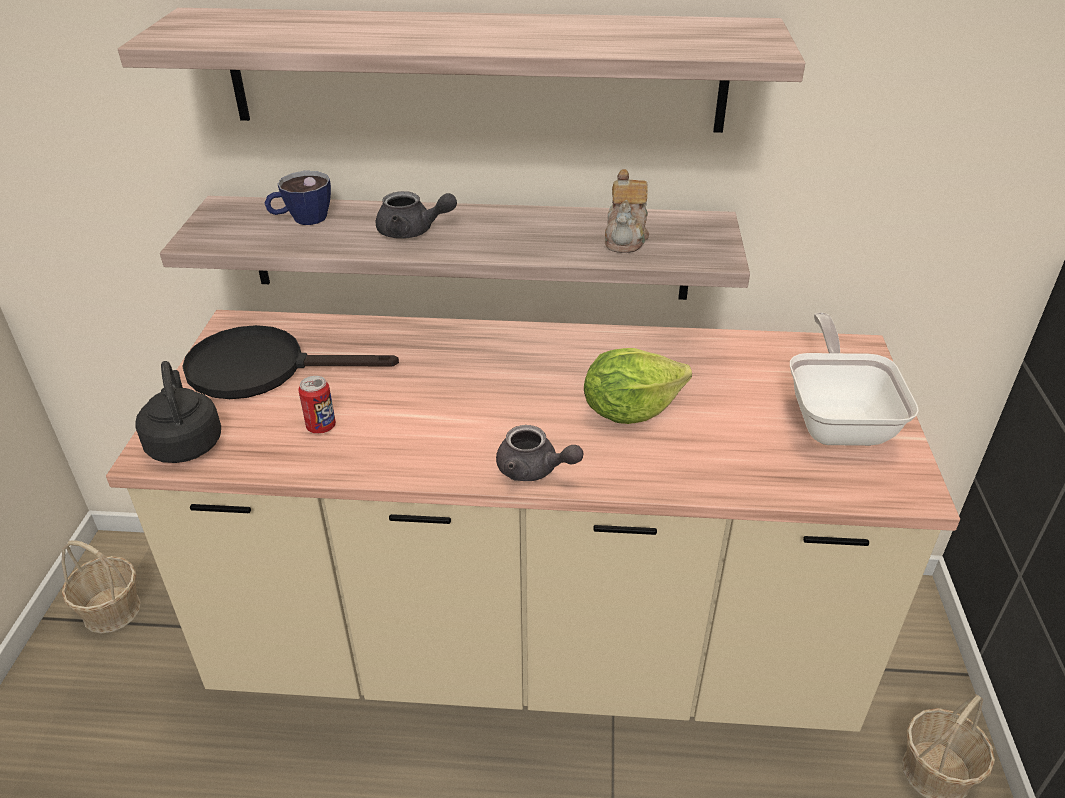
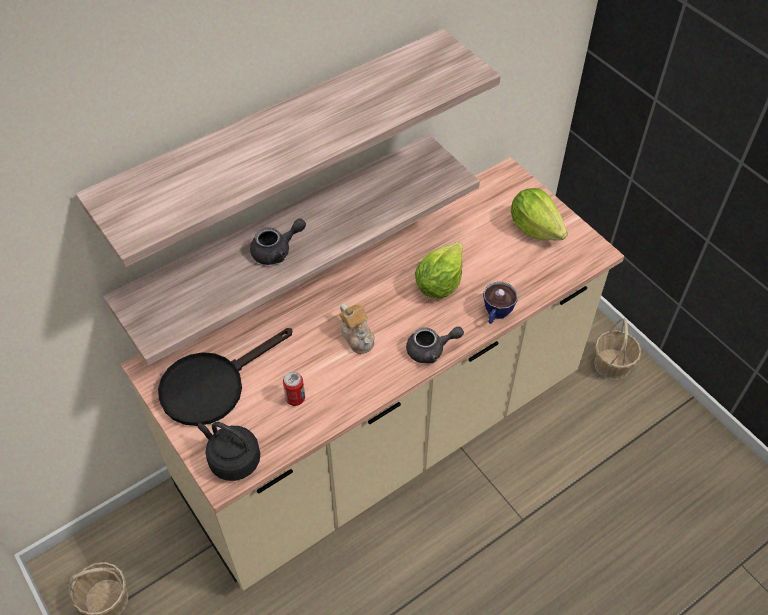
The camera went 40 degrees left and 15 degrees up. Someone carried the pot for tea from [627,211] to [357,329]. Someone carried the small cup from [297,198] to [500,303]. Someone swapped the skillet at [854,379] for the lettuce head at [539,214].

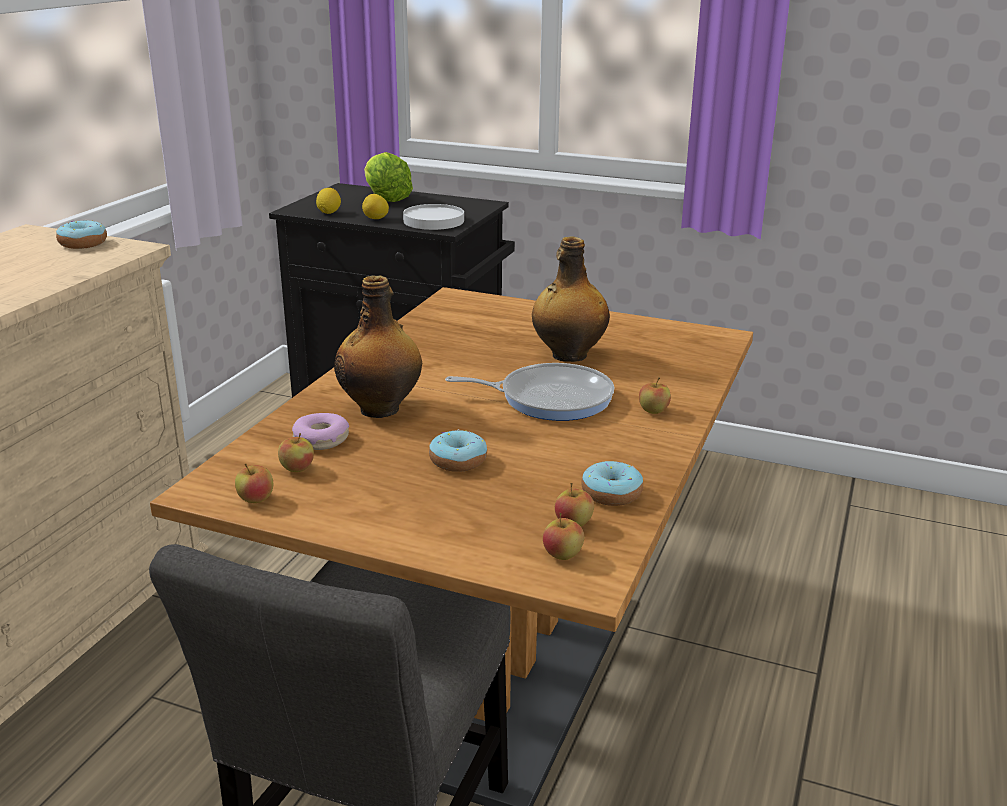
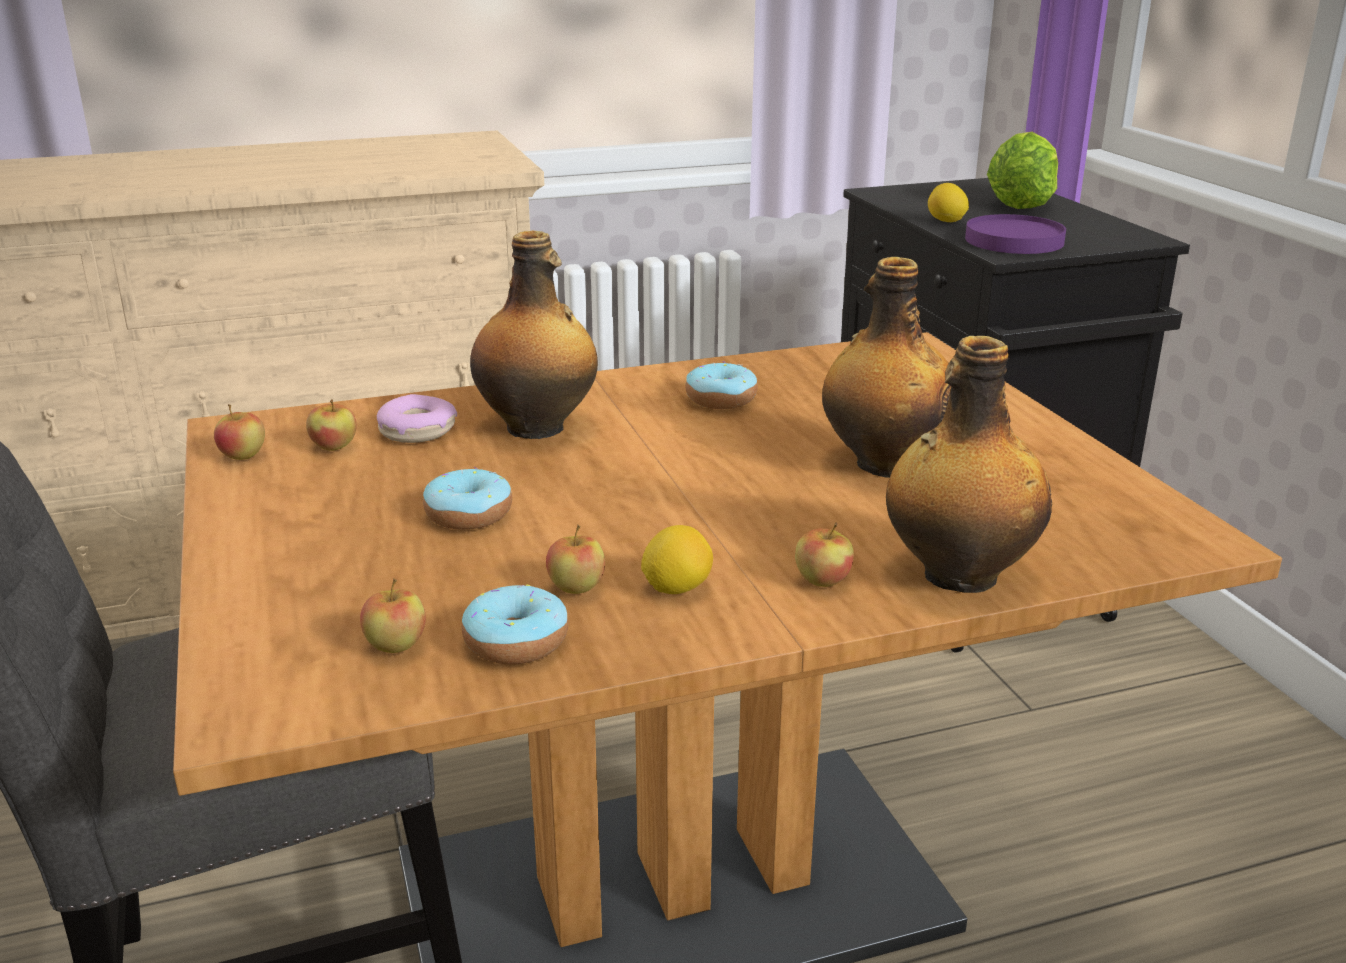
The camera went 50 degrees right and 0 degrees up. Someone carried the apple fruit from [563,536] to [575,559]. Someone carried the whole lemon from [328,201] to [677,559]. Someone carried the ring doughnut from [81,234] to [721,385]. Someone put down the drink bottle at [969,464]. Someone repainted the white flat dish at [433,217], which became the purple-coloured flat dish at [1015,234]. Someone took away the skillet at [529,392].

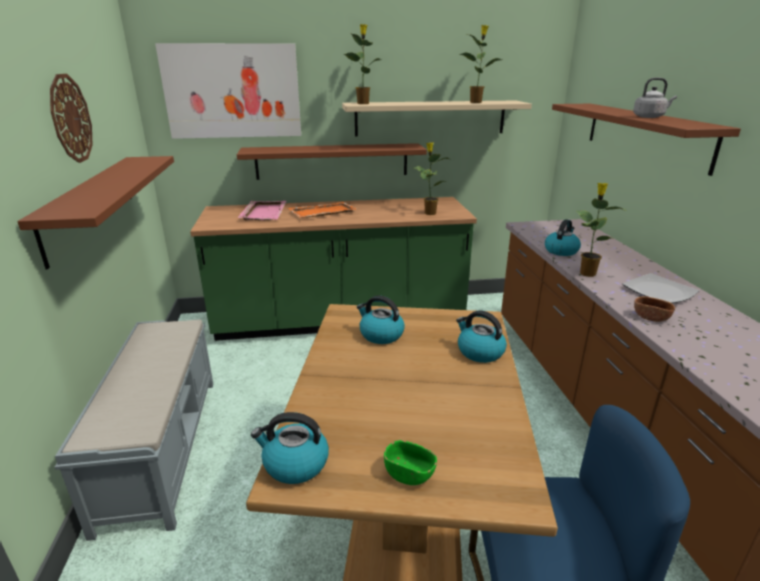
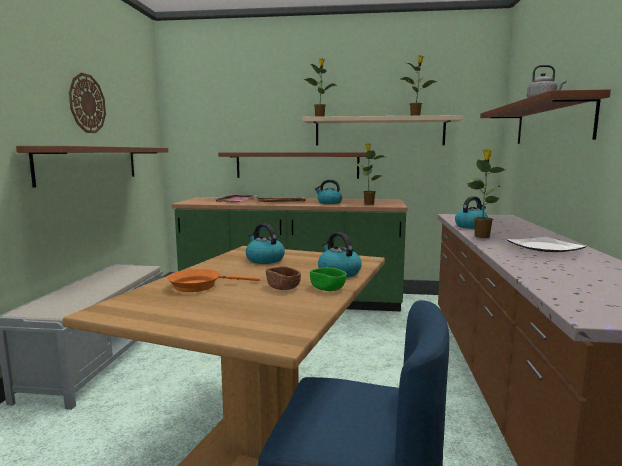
The camera went 15 degrees right and 15 degrees down. Someone put down the orange skillet at [213,280]. Someone carried the brown bowl from [654,309] to [283,278]. Someone carried the green-coloured bowl from [410,462] to [328,279]. Someone carried the tea kettle from [290,448] to [328,192]. Someone took away the picture at [228,91].

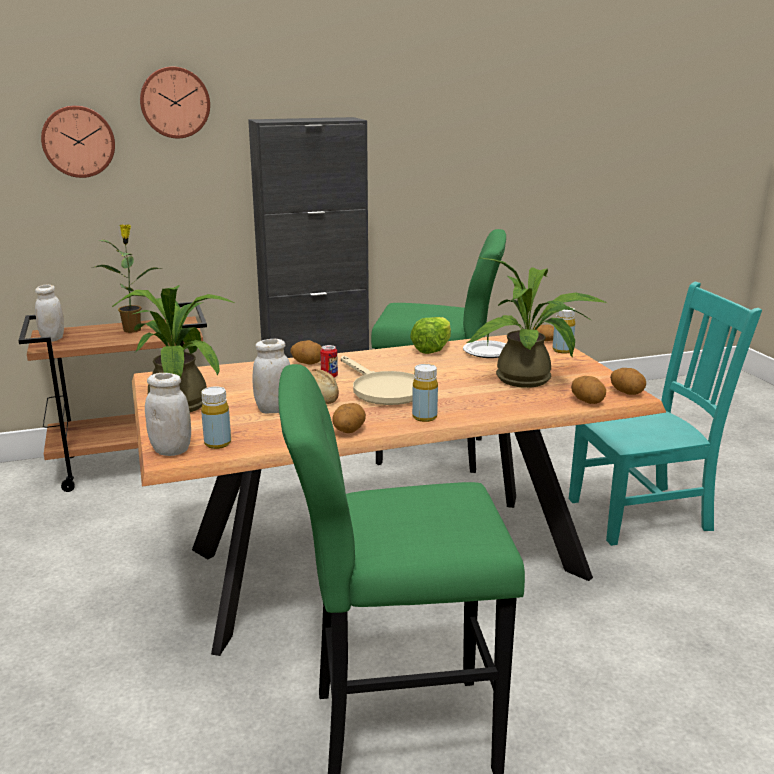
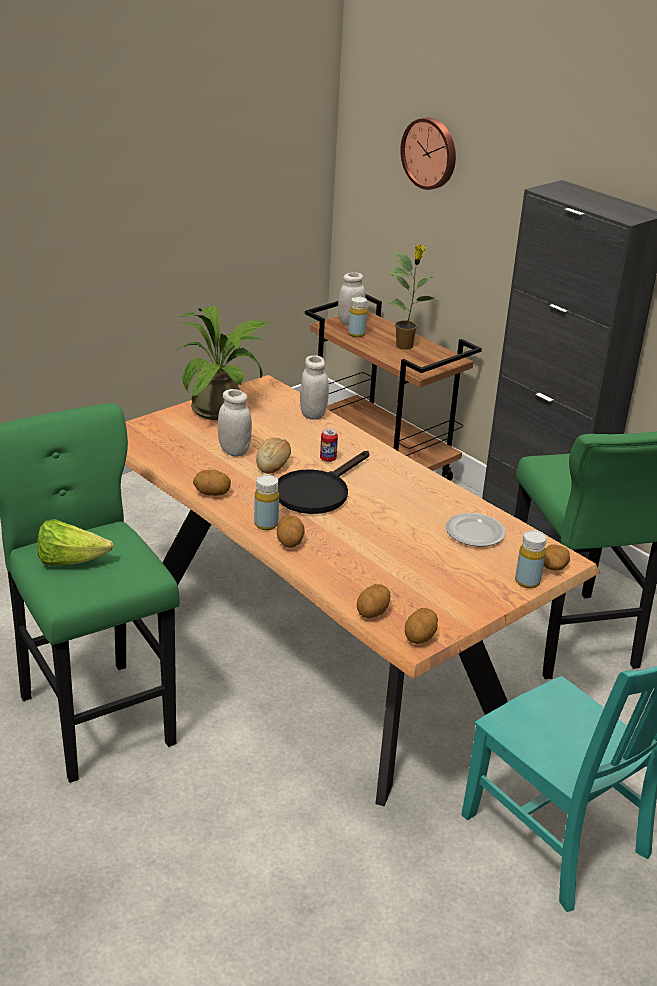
The camera went 65 degrees right and 10 degrees up. Someone carried the lettuce head from [430,335] to [75,542]. Someone carried the whole potato from [306,352] to [291,532]. Someone repainted the beige-coloured skillet at [378,380], which became the black skillet at [323,482]. Someone carried the white storage jar from [168,414] to [314,387]. Someone carried the yellow drink bottle from [216,417] to [357,316]. Someone took away the hanging clock at [175,102]. Someone took away the potted plant at [536,323].

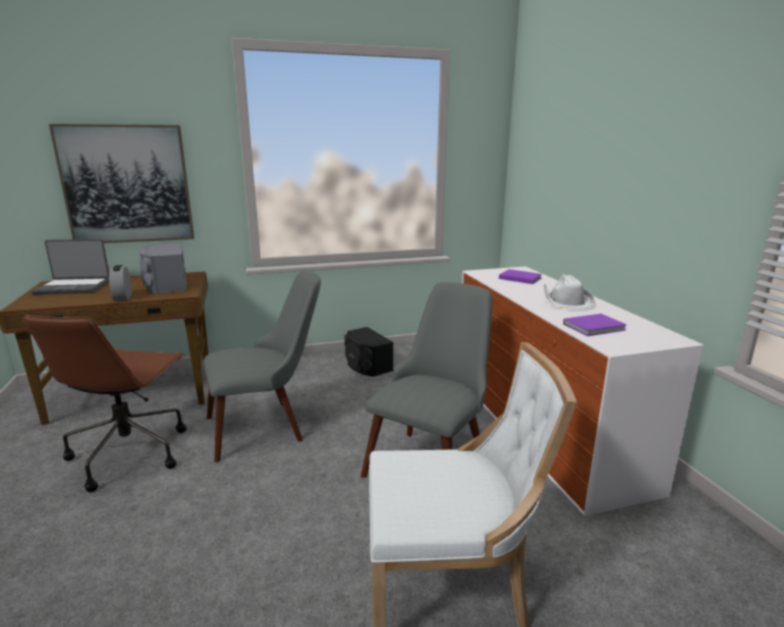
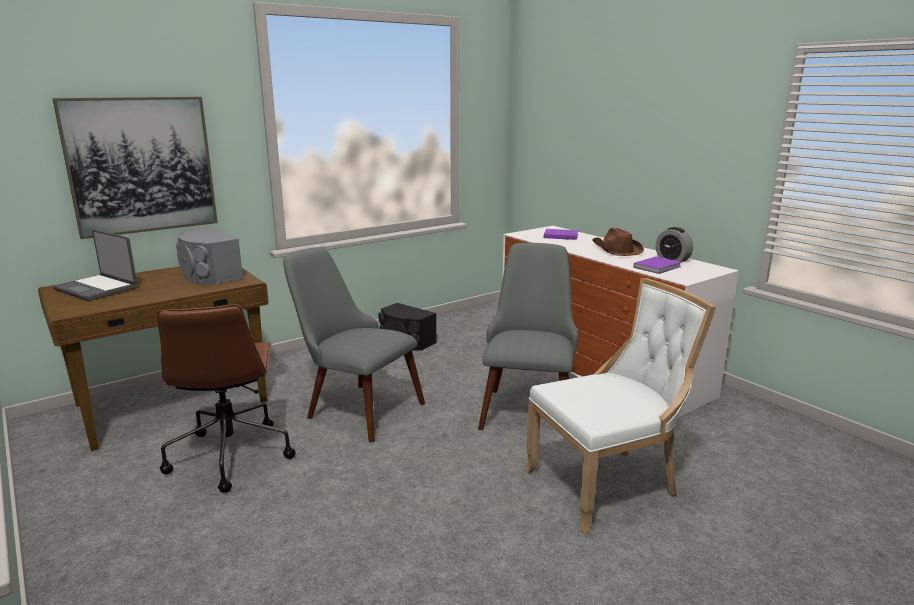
The camera went 20 degrees left and 0 degrees up. Someone rotated the notebook computer at [70,266] by 60 degrees clockwise. Someone rotated the grey chair at [262,367] by 105 degrees counterclockwise. Someone repainted the white clothing hat at [569,291], which became the brown clothing hat at [618,242]. Someone carried the bedside clock from [120,283] to [674,244].

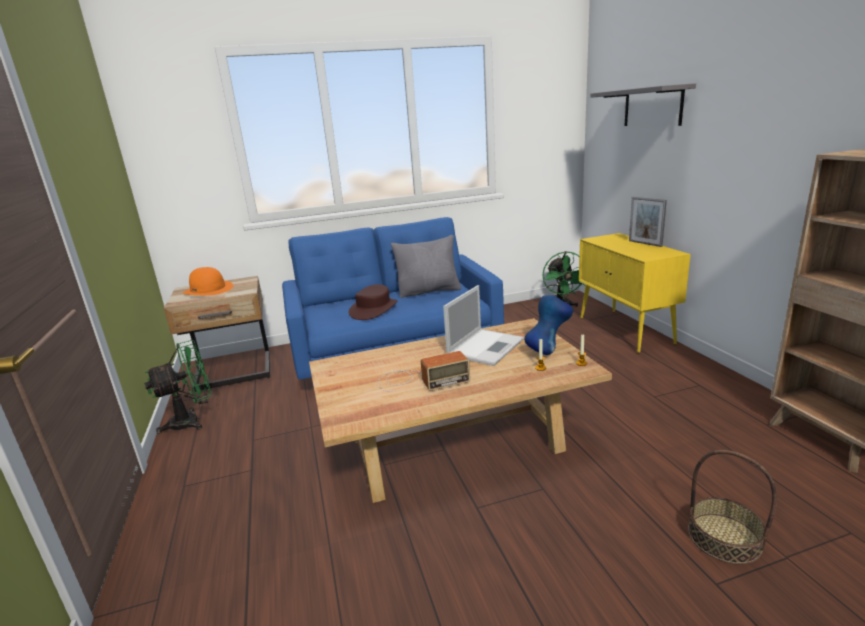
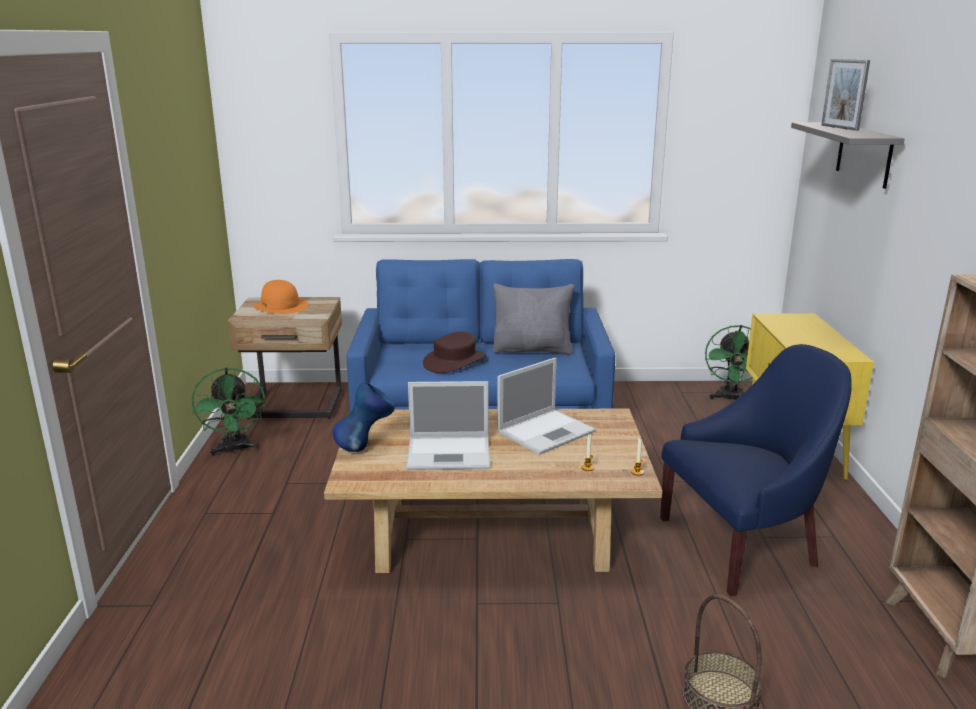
The camera went 15 degrees right and 0 degrees up. Someone rotated the green-coloured cooling fan at [178,387] by 90 degrees clockwise. Someone carried the blue-coloured vase from [548,325] to [364,417]. Someone swapped the radio set at [424,371] for the notebook computer at [448,425]. Someone put down the blue-coloured easy chair at [756,470]. Someone carried the photo frame from [648,222] to [845,95].

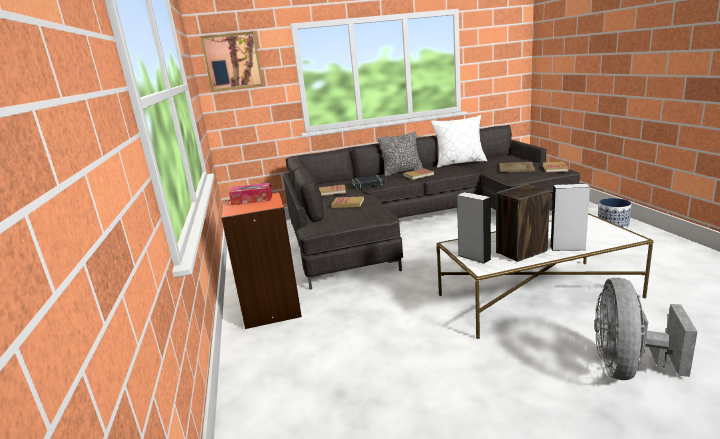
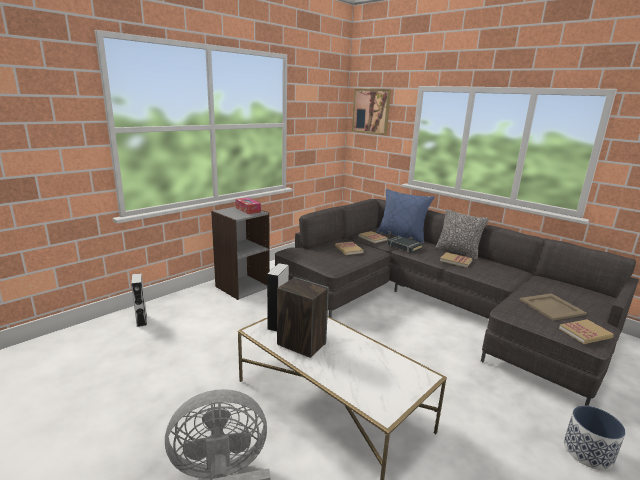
The camera went 55 degrees right and 0 degrees up. Someone carried the grey loudspeaker from [570,217] to [139,300]. Someone repainted the orange bookcase at [261,260], which became the grey bookcase at [240,253]. Someone put down the blue-coloured cushion at [405,216]. Someone took away the white cushion at [459,141].

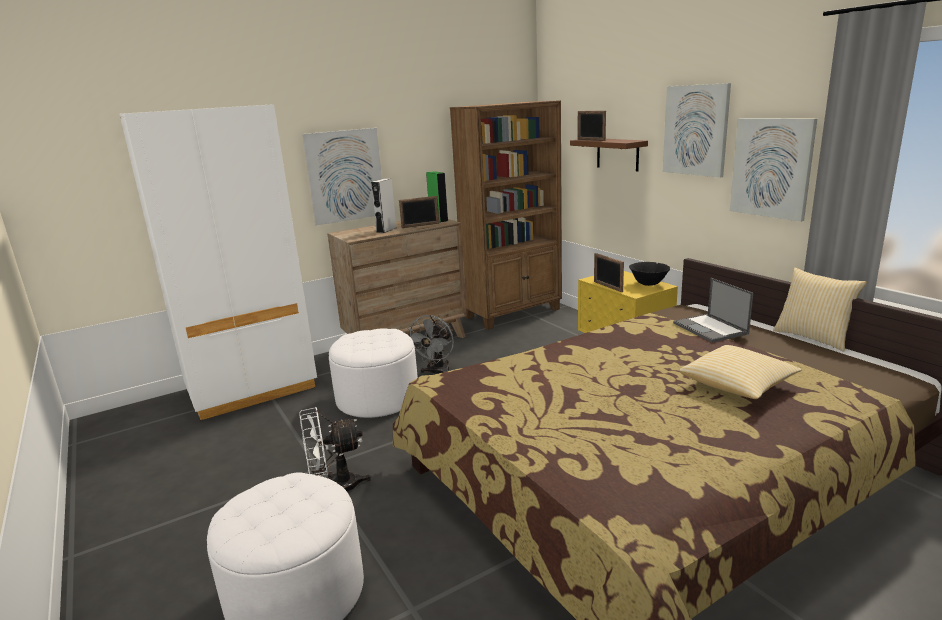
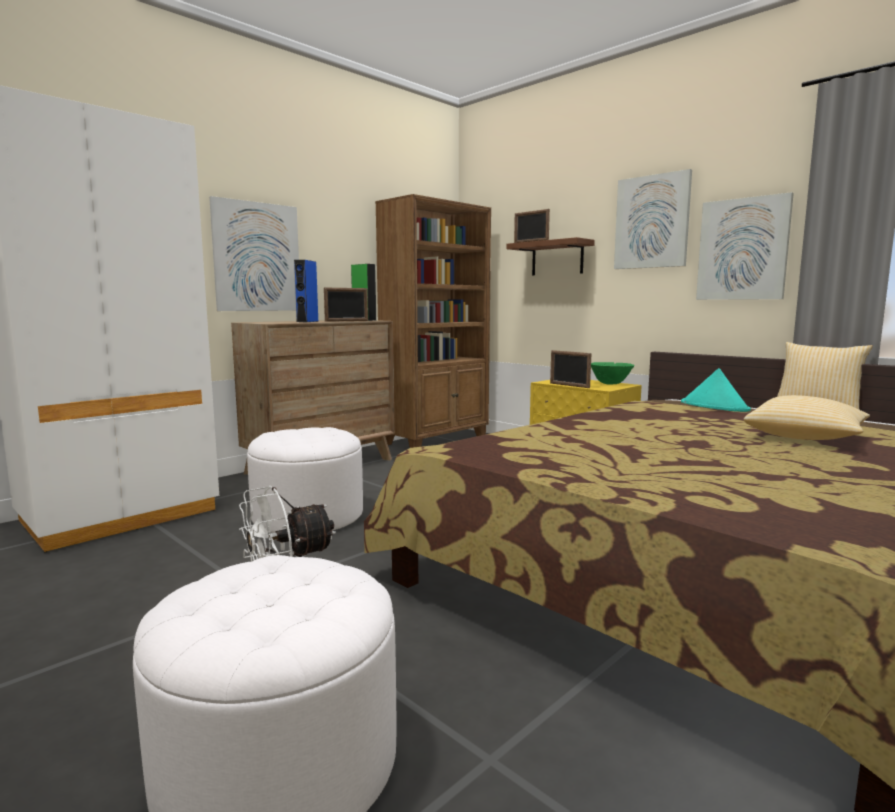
The camera went 15 degrees left and 10 degrees down. Someone repainted the grey loudspeaker at [383,206], which became the blue-coloured loudspeaker at [306,291]. Someone repainted the black bowl at [649,274], which became the green-coloured bowl at [613,373]. Someone swapped the notebook computer at [713,310] for the turquoise clothing hat at [716,390]. Someone took away the grey cooling fan at [430,345].

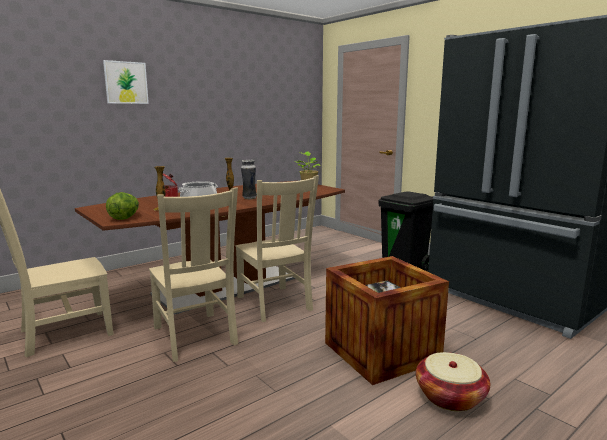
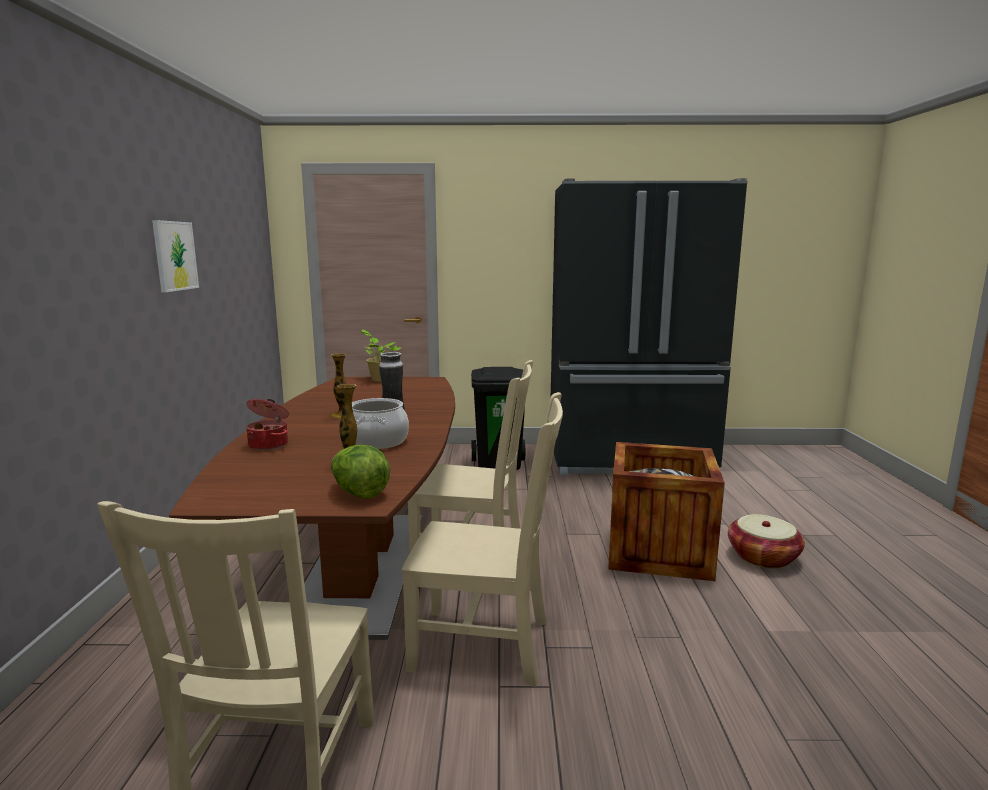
The camera went 50 degrees left and 0 degrees up. Someone carried the picture from [126,82] to [175,256].

